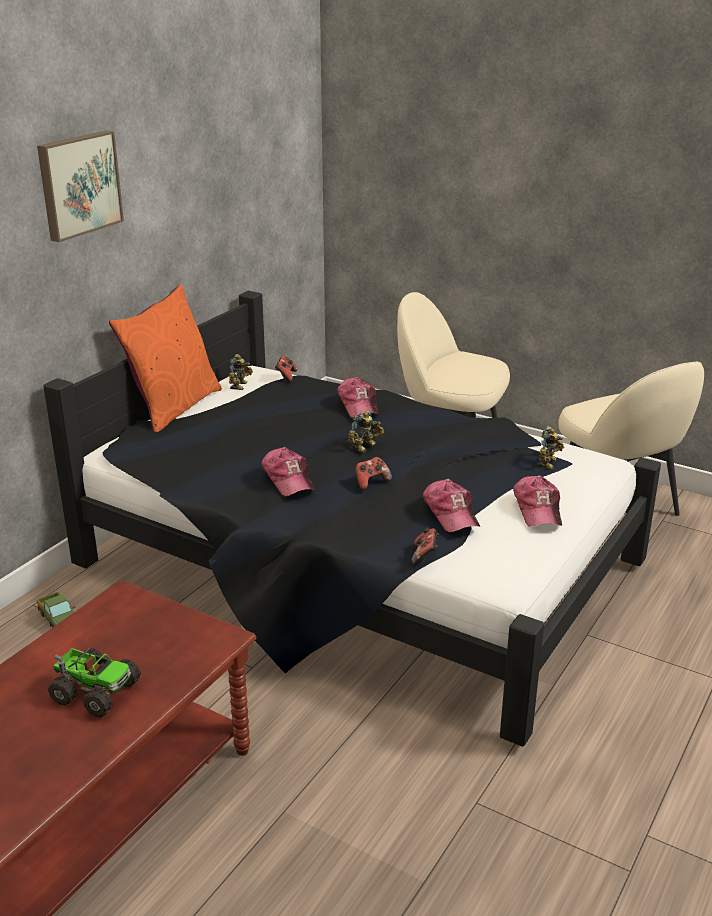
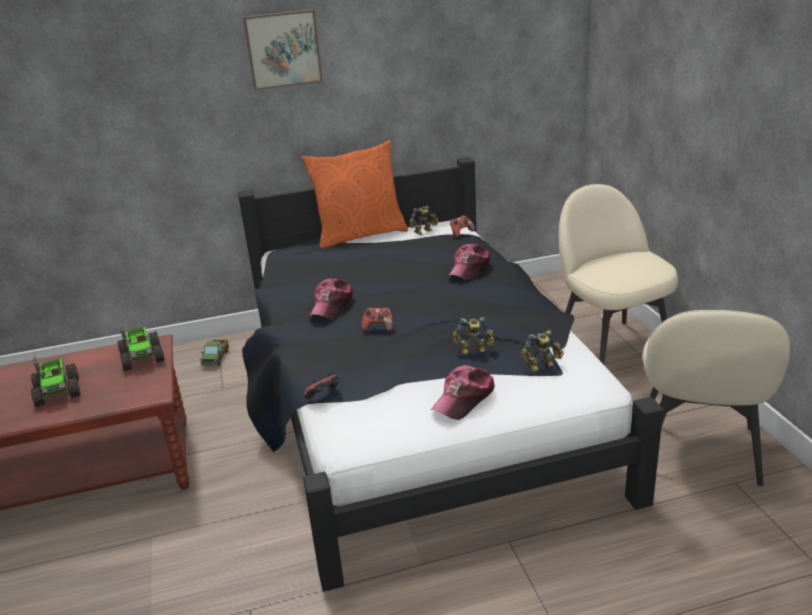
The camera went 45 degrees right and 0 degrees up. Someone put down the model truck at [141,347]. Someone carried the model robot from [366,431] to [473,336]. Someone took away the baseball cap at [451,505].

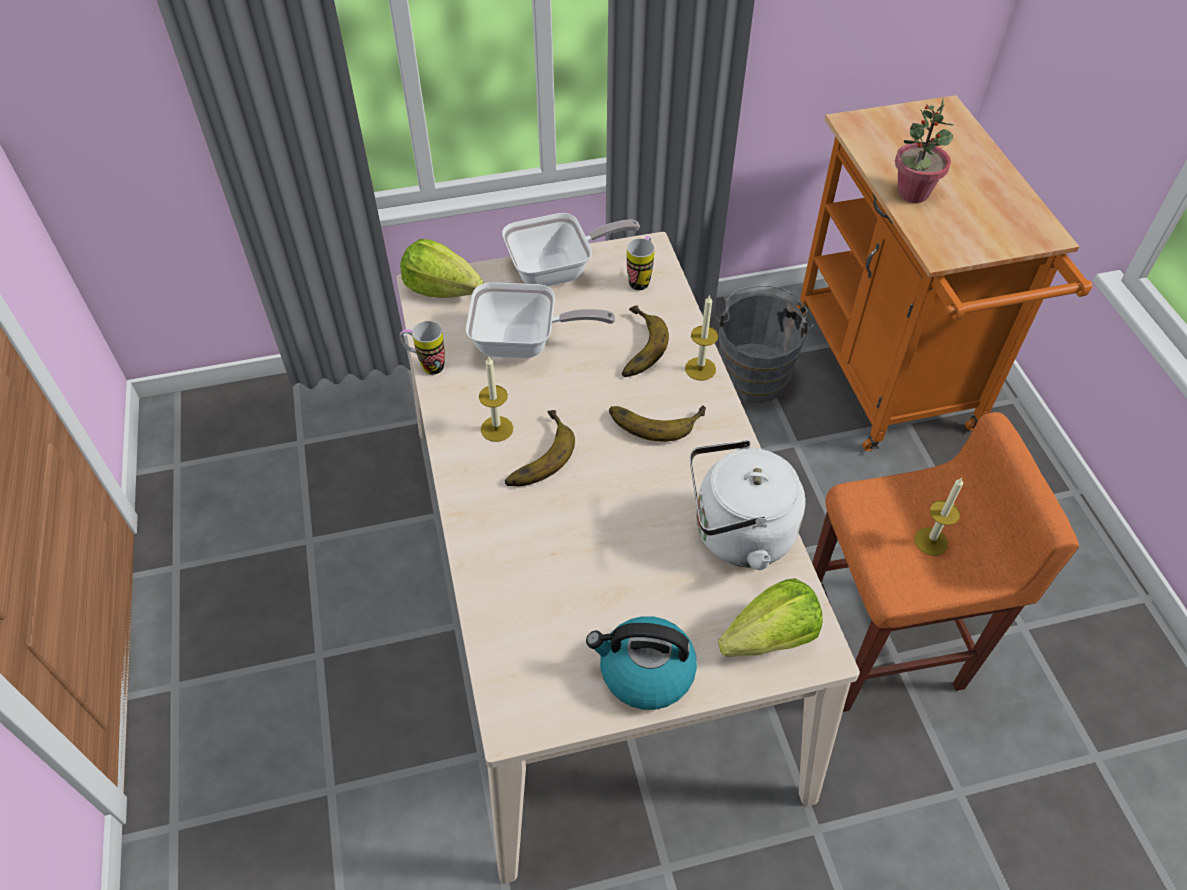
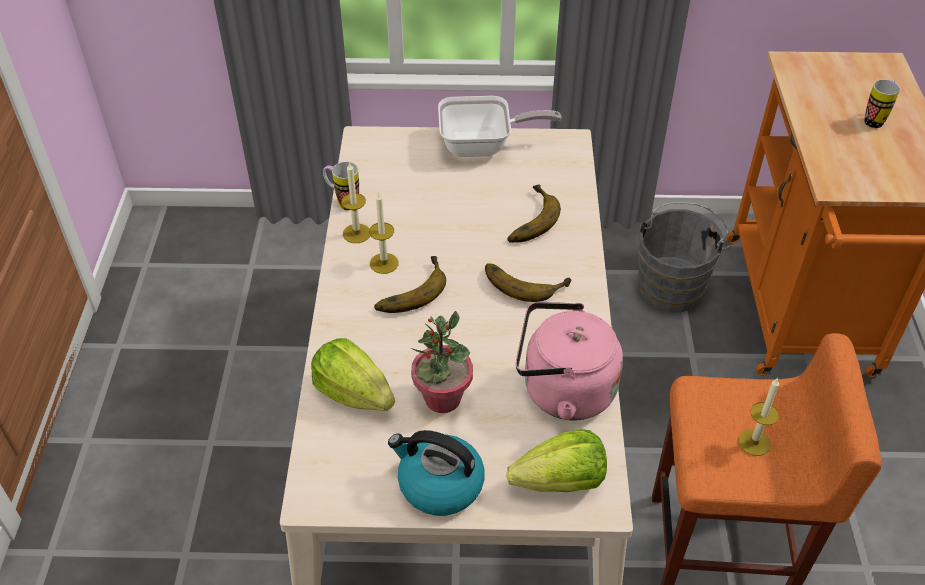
The camera went 15 degrees right and 5 degrees down. Someone carried the lettuce head from [441,268] to [353,374]. Someone carried the wax candle from [701,337] to [355,202]. Someone carried the potted plant from [924,150] to [442,362]. Someone repainted the white tea kettle at [747,505], which became the pinkish tea kettle at [569,361]. Someone carried the tea mug from [641,263] to [882,103]. Someone took away the skillet at [540,320].

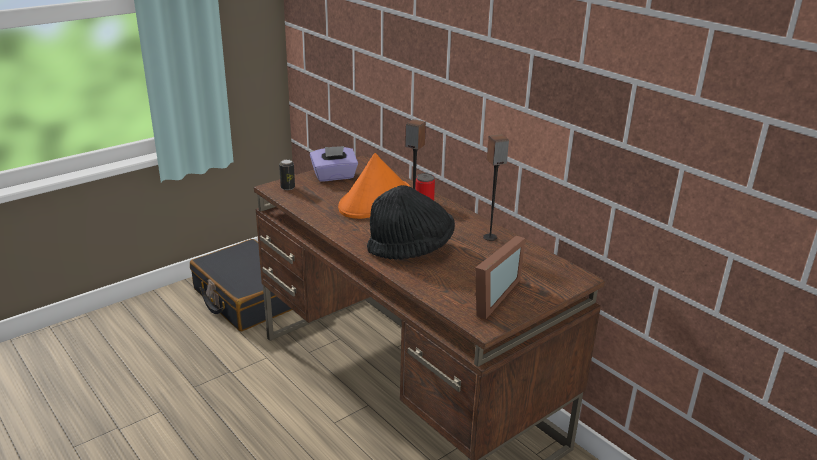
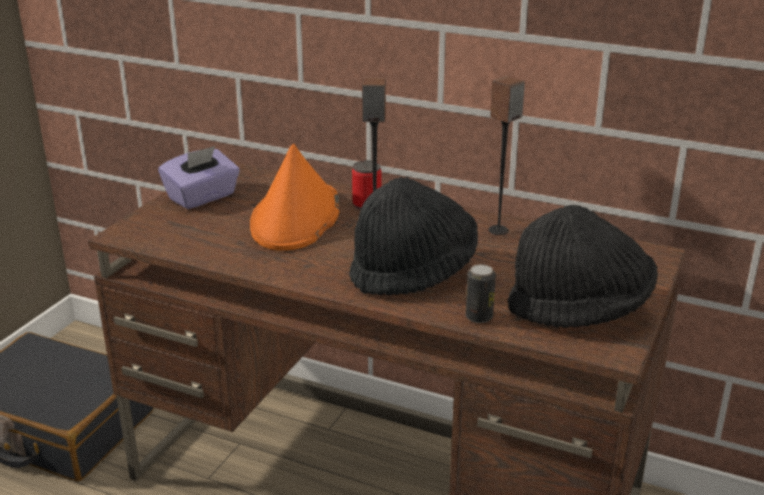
The camera went 25 degrees left and 0 degrees up. Someone carried the sealed can from [287,174] to [481,293]. Someone swapped the photo frame at [499,277] for the black clothing hat at [582,266].

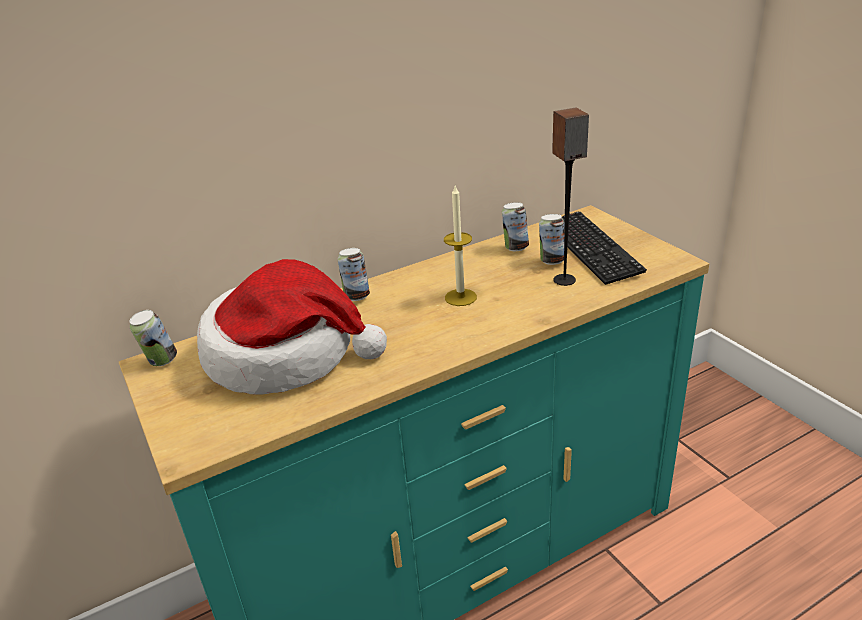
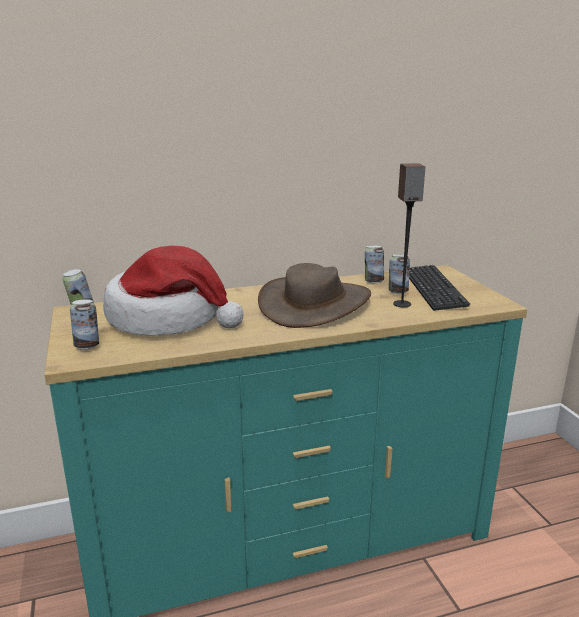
The camera went 10 degrees right and 10 degrees down. Someone carried the sealed can from [354,274] to [84,324]. Someone swapped the wax candle at [460,246] for the brown clothing hat at [314,295].

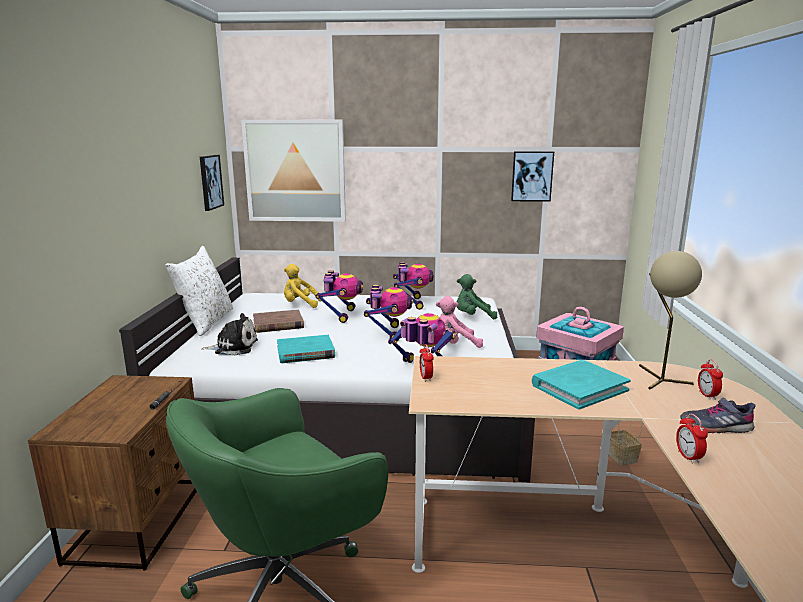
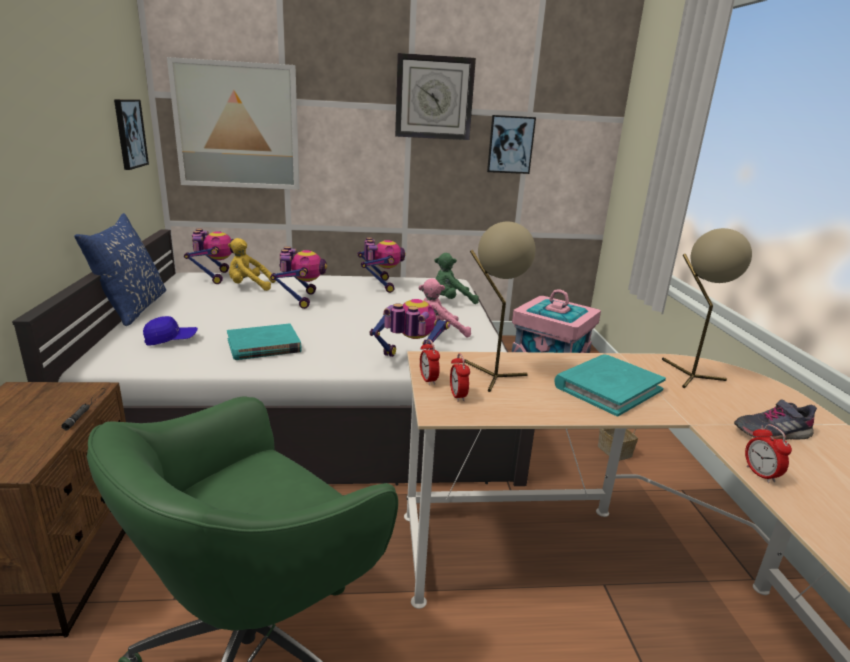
The camera went 10 degrees left and 5 degrees up. Someone repainted the white cushion at [199,291], which became the blue-coloured cushion at [120,269]. Someone swapped the cuddly toy at [229,334] for the blue-coloured baseball cap at [170,331]. Someone carried the model robot from [388,312] to [209,256]. Someone put up the hanging clock at [435,96]. Someone carried the bedside clock from [710,379] to [460,377]. Someone put down the beige-coloured table lamp at [500,307]. Someone took away the brown volume at [278,321].

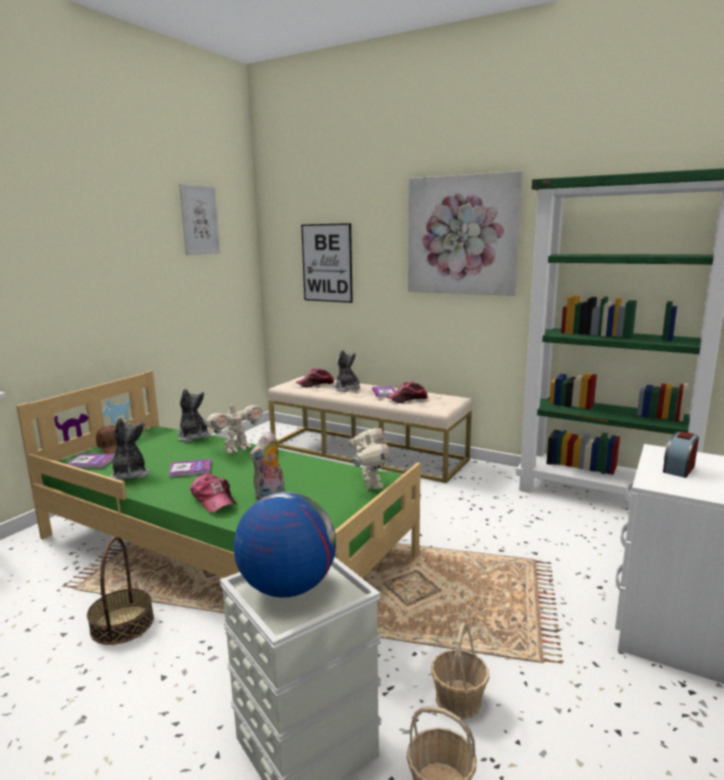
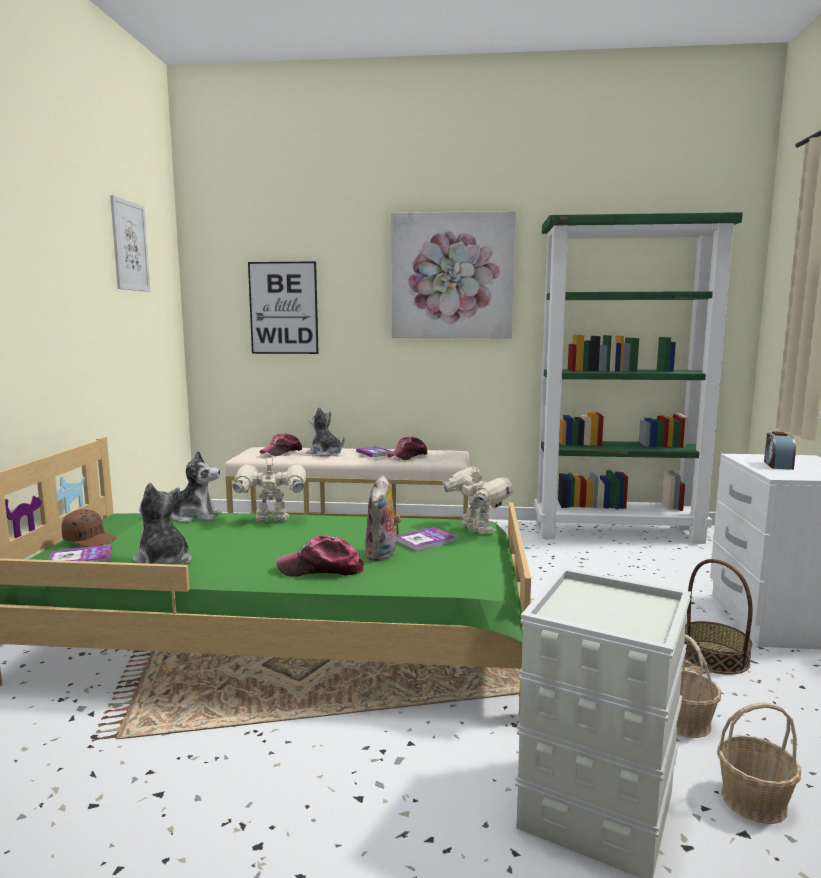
The camera went 25 degrees left and 5 degrees down. Someone rotated the cuddly toy at [193,415] by 150 degrees clockwise. Someone rotated the model robot at [233,427] by 120 degrees counterclockwise. Someone rotated the baseball cap at [213,493] by 150 degrees clockwise. Someone carried the volume from [189,468] to [427,539]. Someone carried the basket from [120,591] to [718,617]. Someone took away the desk globe at [284,545].

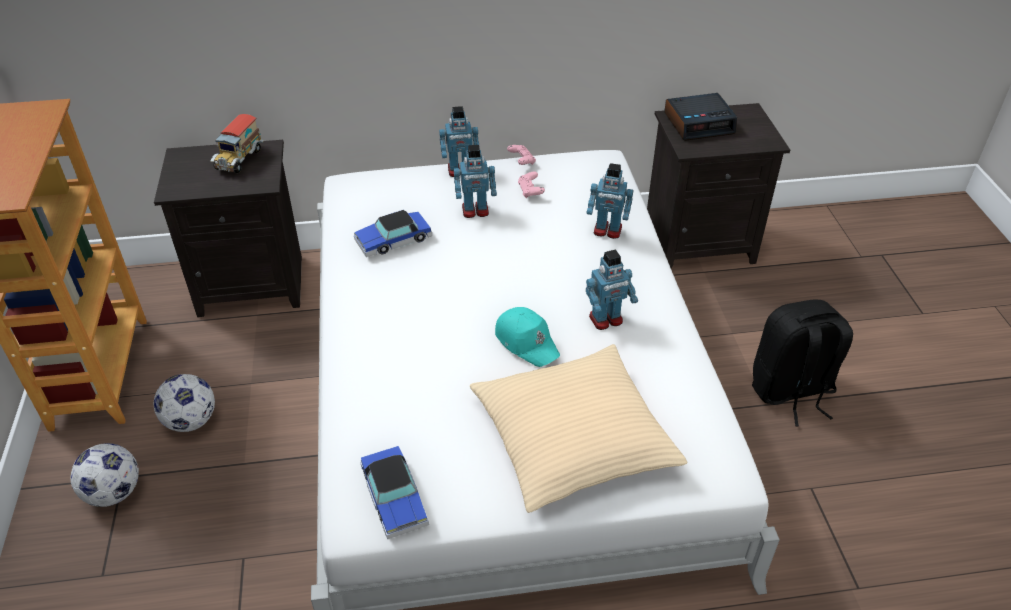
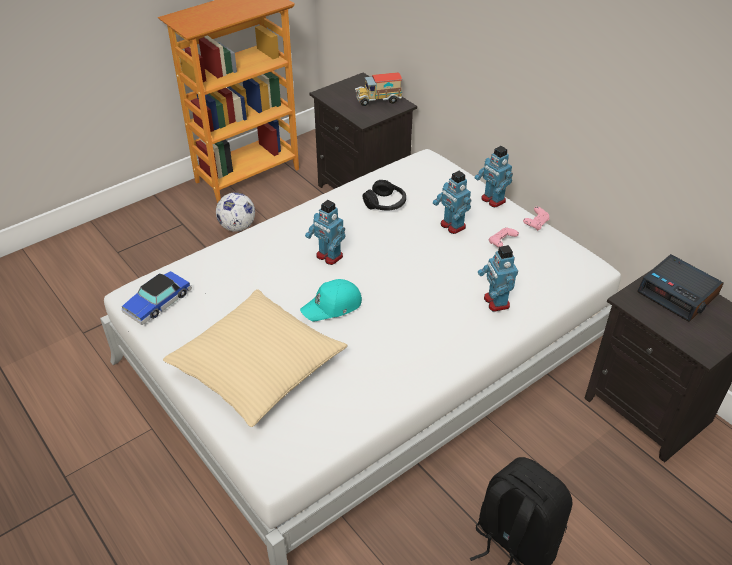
The camera went 60 degrees right and 0 degrees up. Someone rotated the turquoise baseball cap at [527,337] by 45 degrees clockwise. Someone carried the model robot from [612,290] to [325,232]. Someone swapped the toy car at [393,233] for the black headset at [384,195]. Someone took away the ball for football at [104,475].

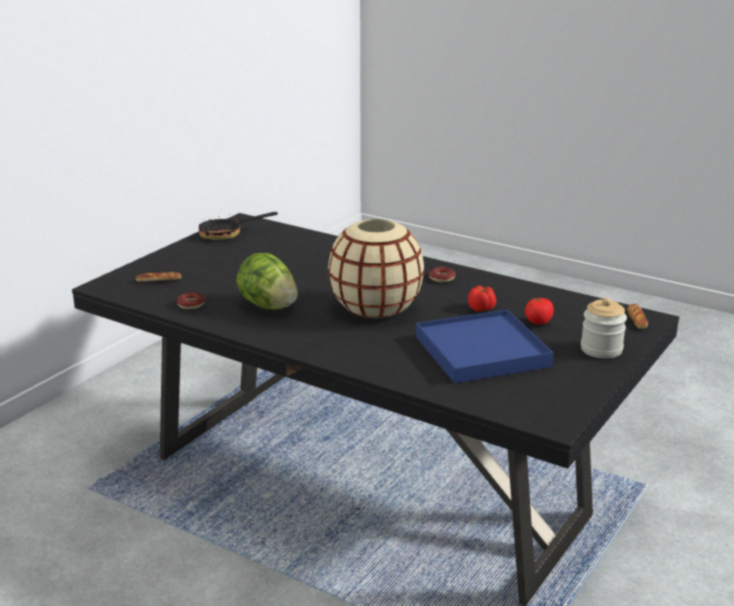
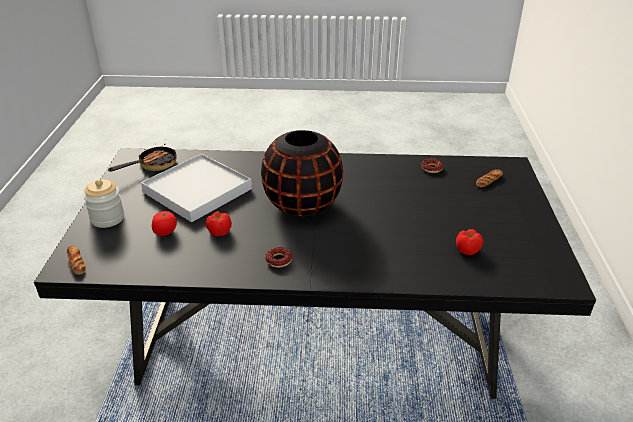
The camera went 150 degrees right and 10 degrees up. Someone carried the skillet from [238,226] to [142,157]. Someone repainted the blue-coloured serving tray at [484,346], which became the white serving tray at [196,188]. Someone repainted the beige-coloured vase at [376,268], which became the black vase at [302,173]. Someone put down the whole tomato at [469,242]. Someone took away the lettuce head at [267,281].

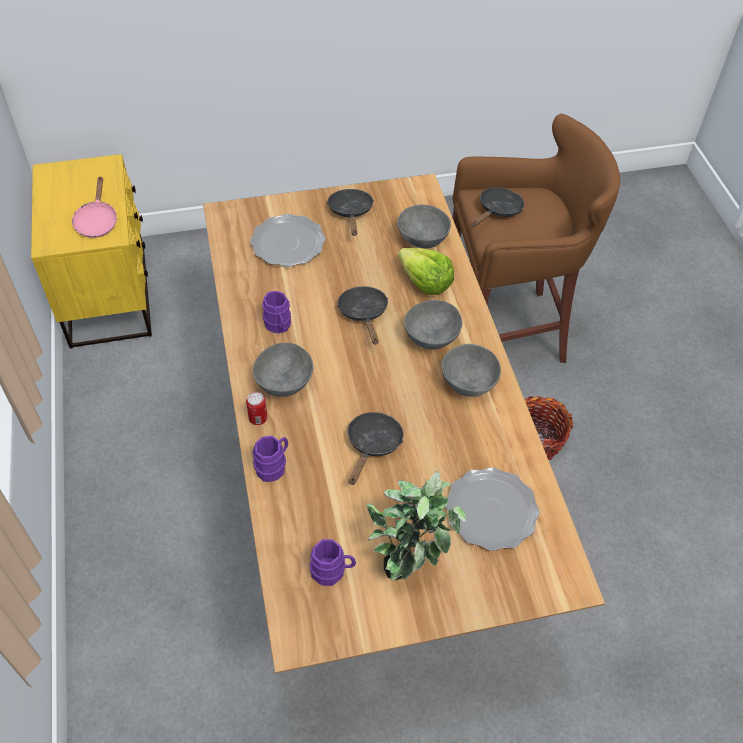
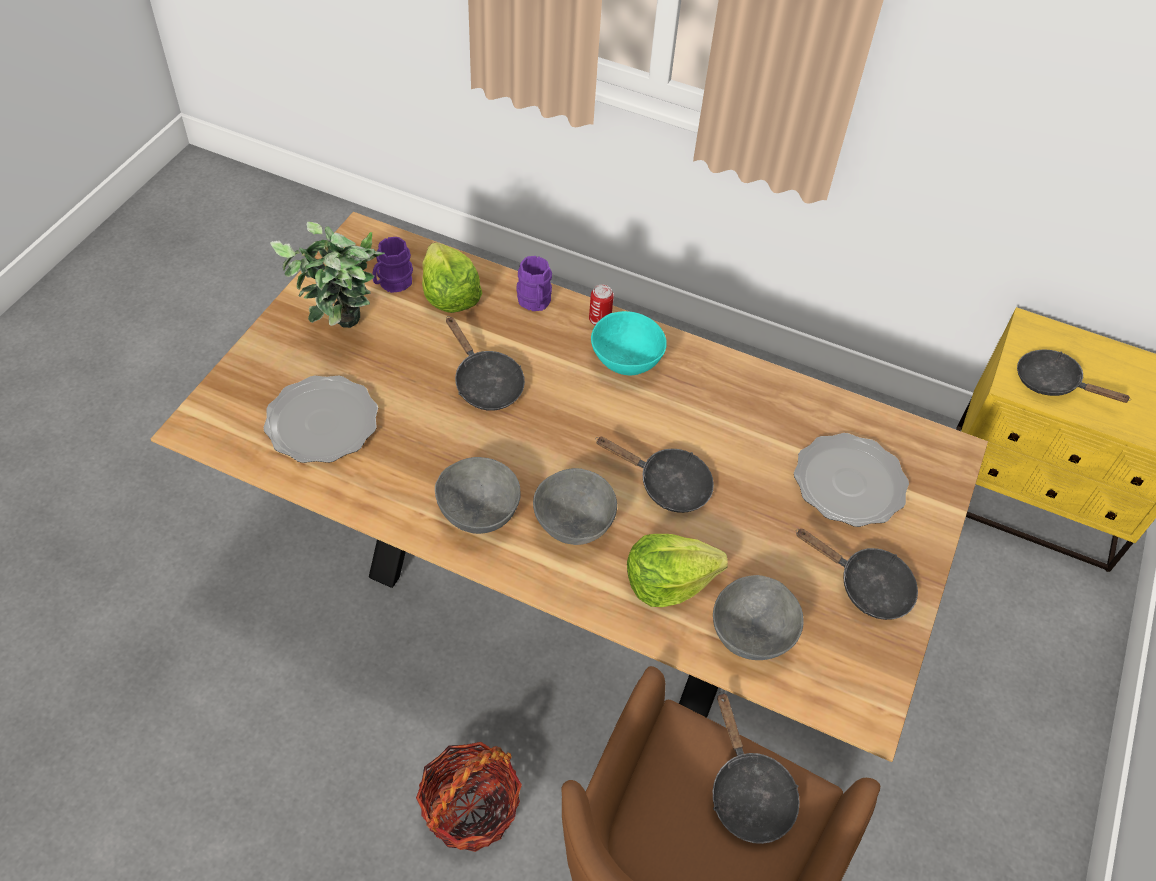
The camera went 125 degrees right and 0 degrees up. Someone put down the lettuce head at [452,277]. Someone repainted the grey bowl at [283,370], which became the turquoise bowl at [629,343]. Someone repainted the pinkish skillet at [95,207], which became the black skillet at [1074,376]. Someone took away the purple-coloured tea mug at [276,312].

